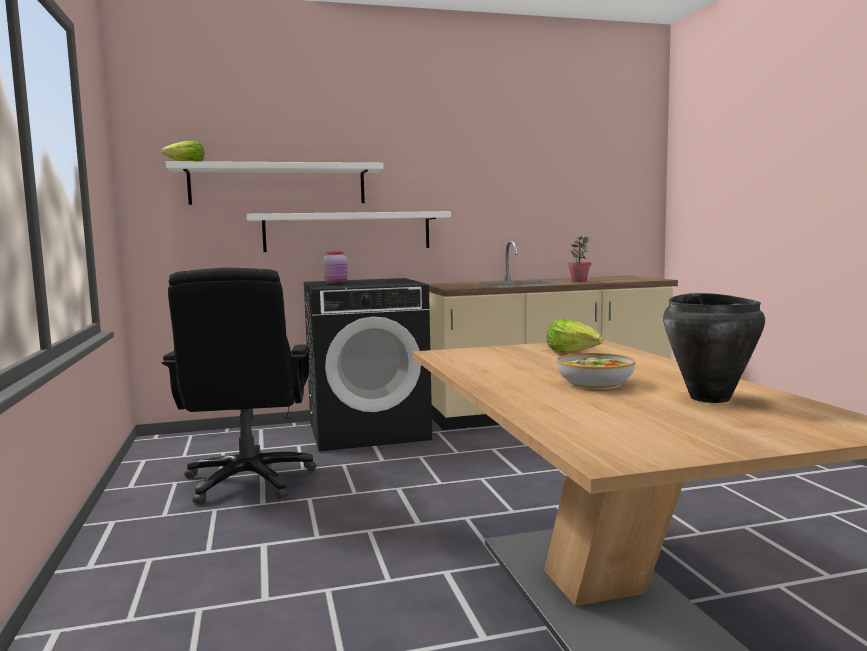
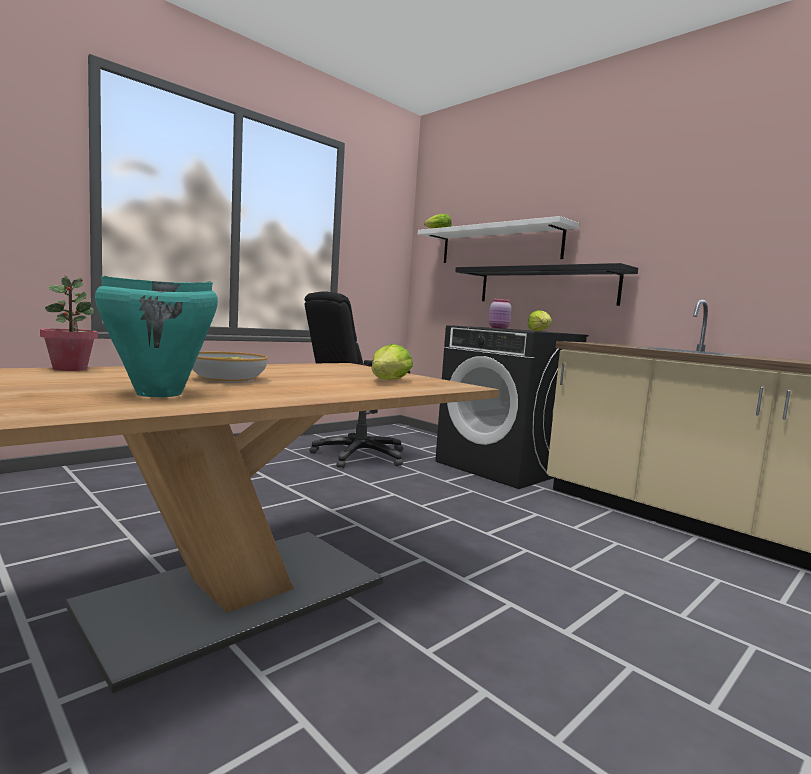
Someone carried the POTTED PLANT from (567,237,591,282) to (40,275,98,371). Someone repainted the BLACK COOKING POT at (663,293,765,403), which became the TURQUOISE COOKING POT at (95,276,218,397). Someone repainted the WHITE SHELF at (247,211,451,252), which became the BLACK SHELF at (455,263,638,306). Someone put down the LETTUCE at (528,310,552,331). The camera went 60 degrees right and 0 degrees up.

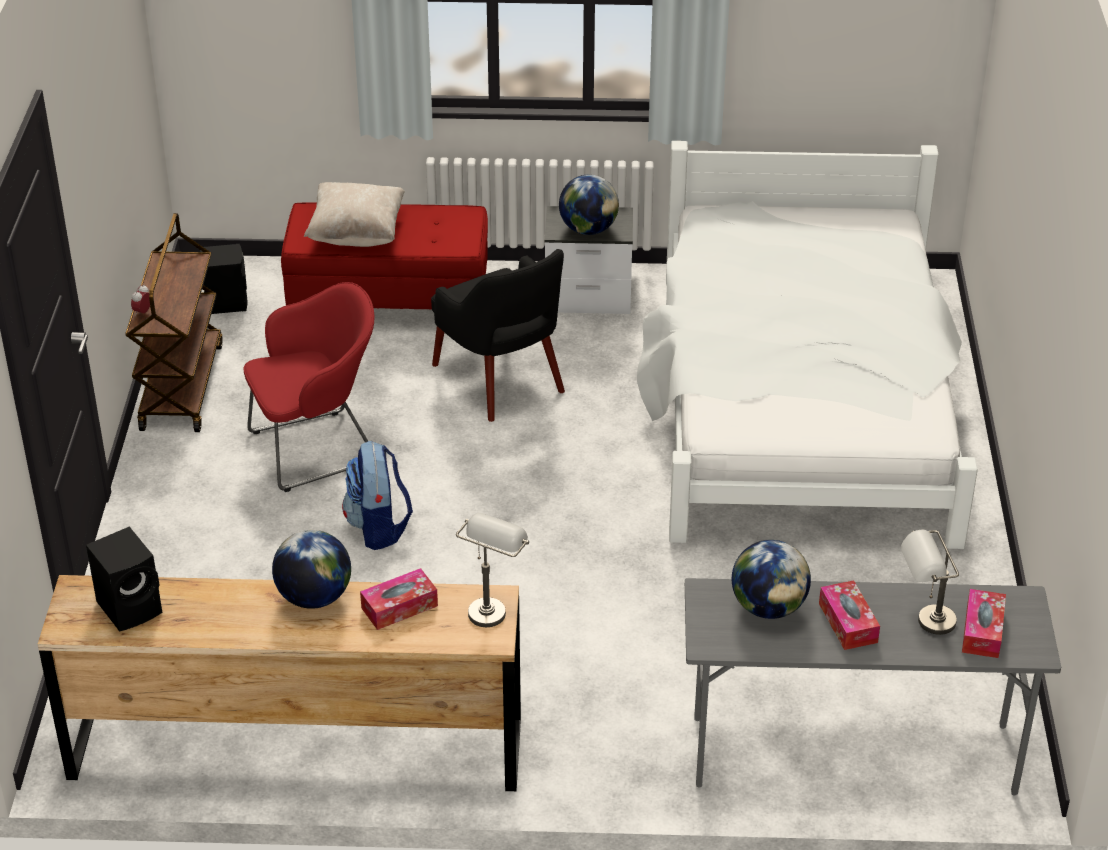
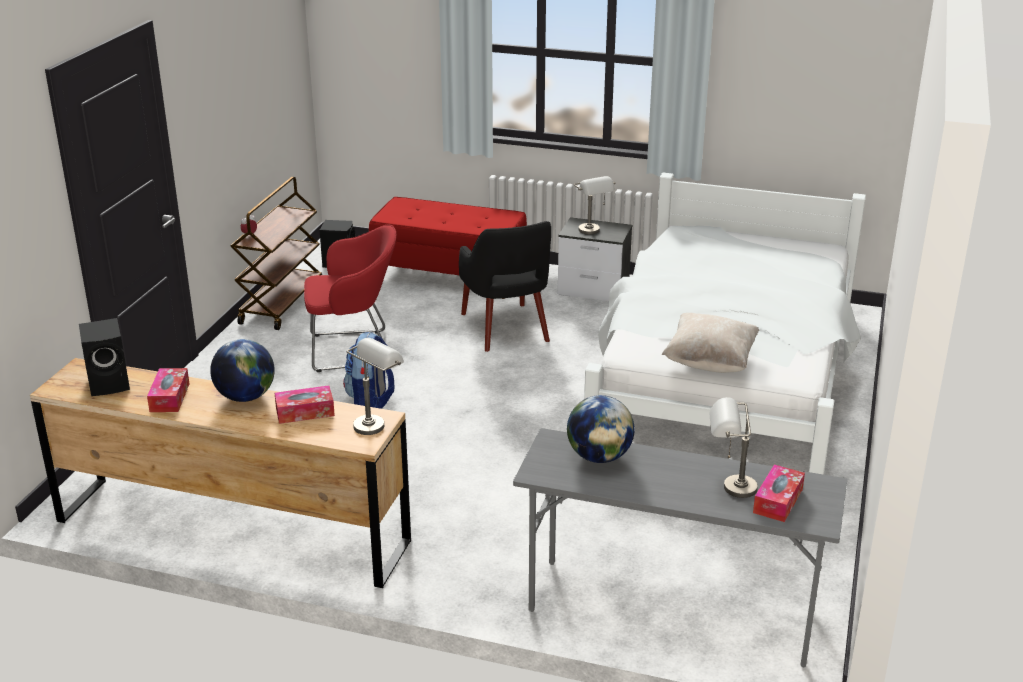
Someone carried the TISSUE BOX from (819,580,880,650) to (147,368,190,412). Someone swapped the GLOBE at (559,175,619,235) for the GREY TABLE LAMP at (574,176,616,234). Someone carried the BEIGE PILLOW from (304,182,405,247) to (662,313,759,373). The camera went 15 degrees right and 10 degrees down.

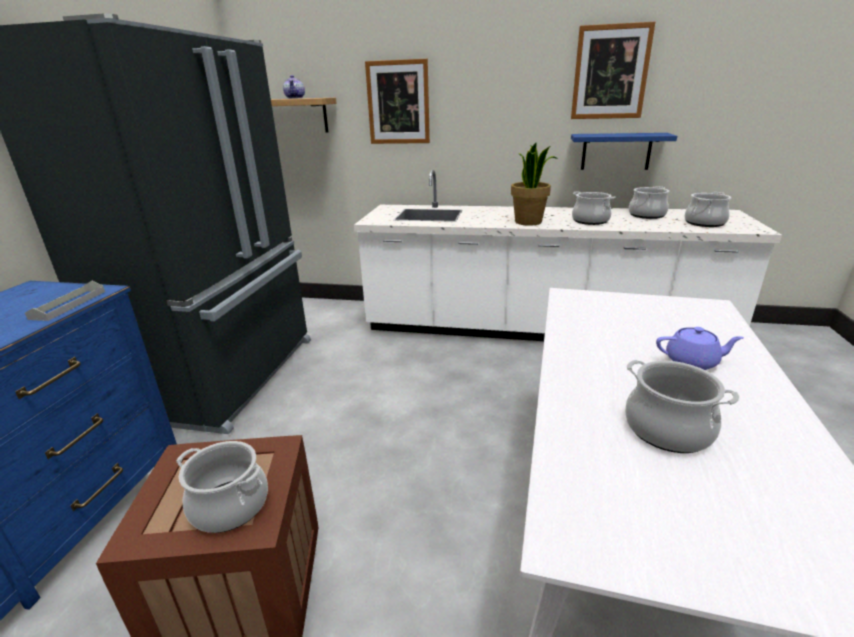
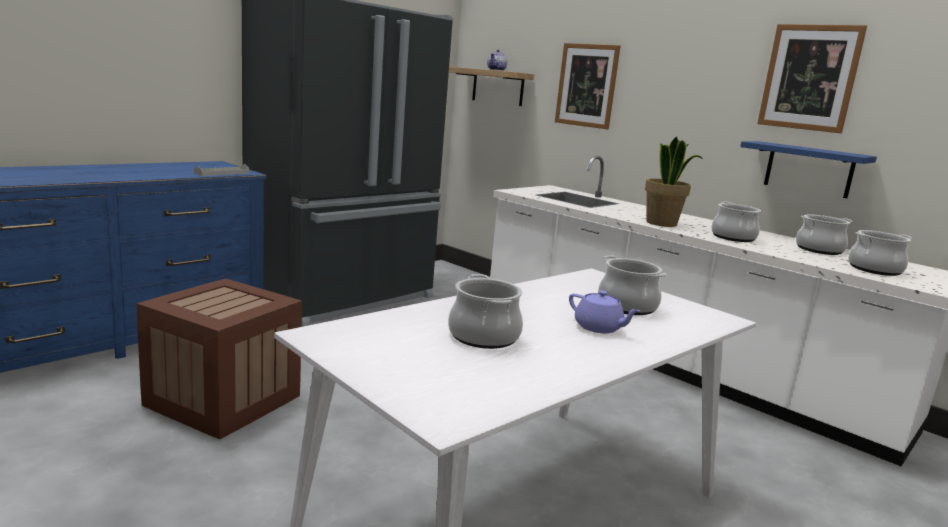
Someone carried the COOKING POT from (176,441,268,533) to (598,255,667,315). The camera went 30 degrees right and 10 degrees down.

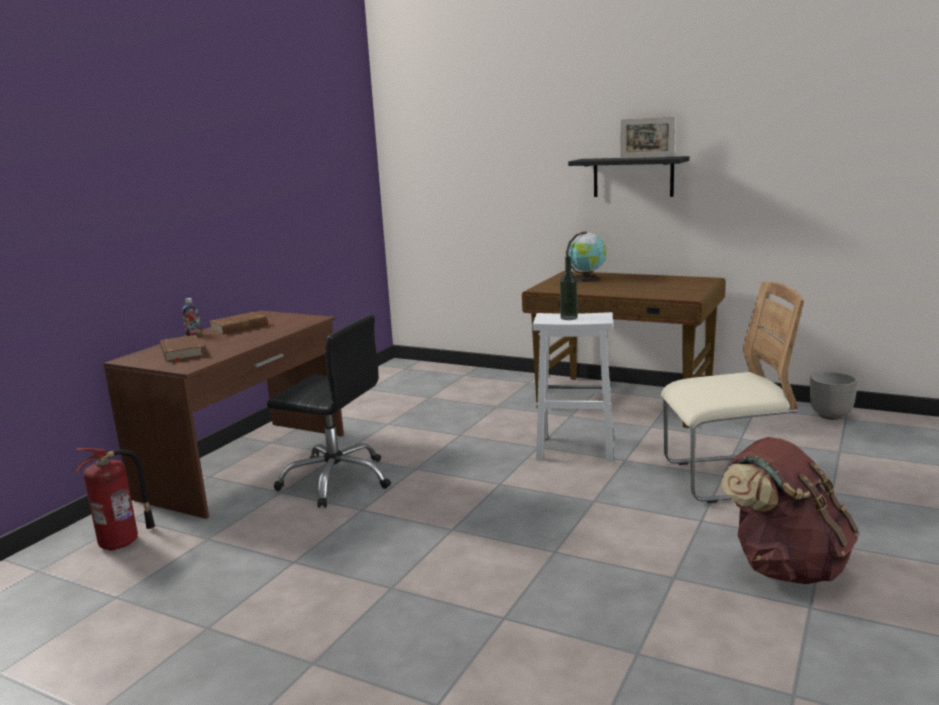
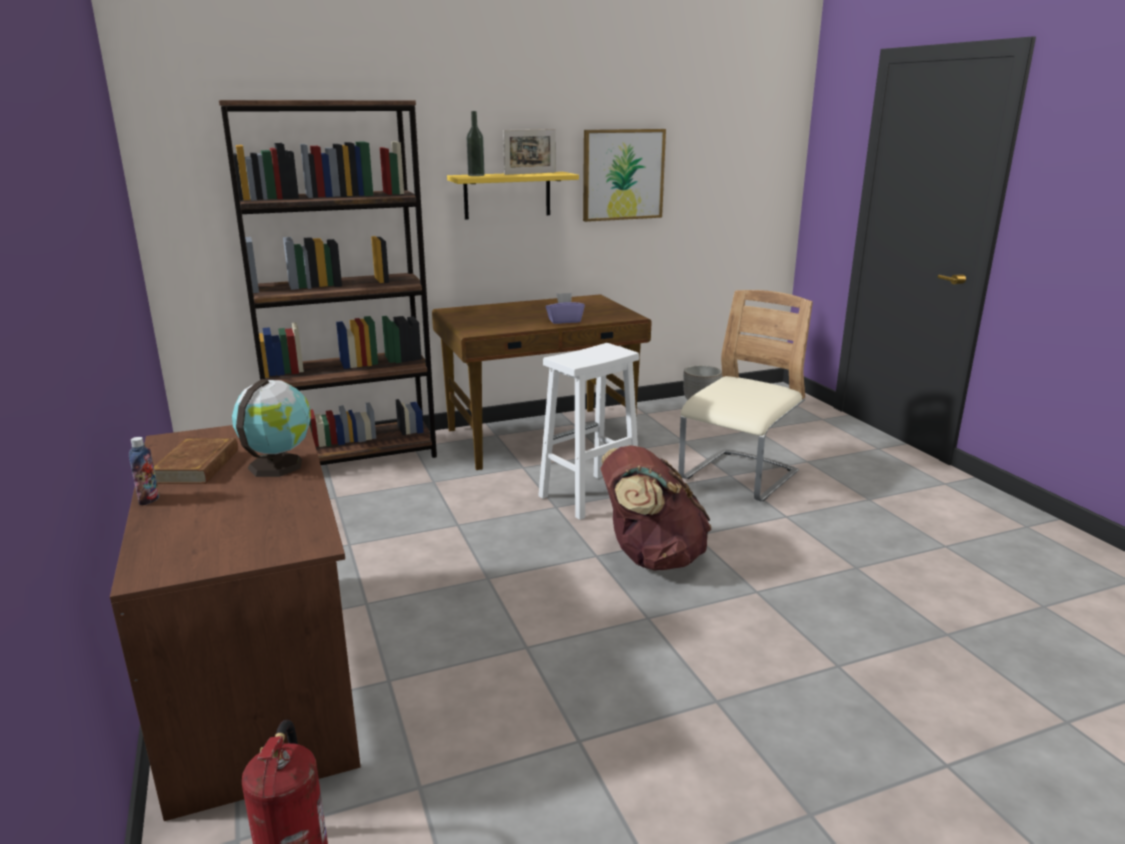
Someone put down the BROWN BOOKCASE at (219,100,437,465). Someone carried the GLOBE from (566,232,606,282) to (232,379,311,477). Someone repainted the BLACK SHELF at (568,156,689,197), which became the YELLOW SHELF at (447,172,579,220). Someone carried the BOTTLE from (560,256,578,320) to (467,111,485,176). Someone put down the PURPLE TISSUE BOX at (546,293,585,324). Someone put up the PICTURE at (583,129,666,222). Someone carried the BROWN BACKPACK from (721,437,859,584) to (600,445,712,571). Someone took away the BROWN BOOK at (160,335,204,363). Someone took away the BLACK OFFICE CHAIR at (267,315,391,508). The camera went 50 degrees left and 5 degrees up.

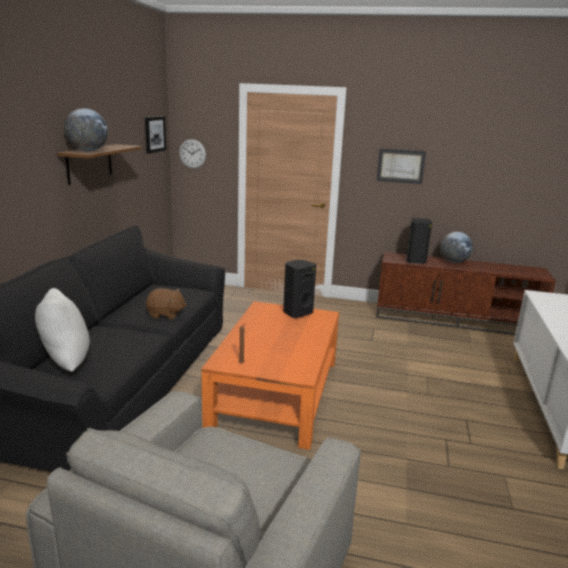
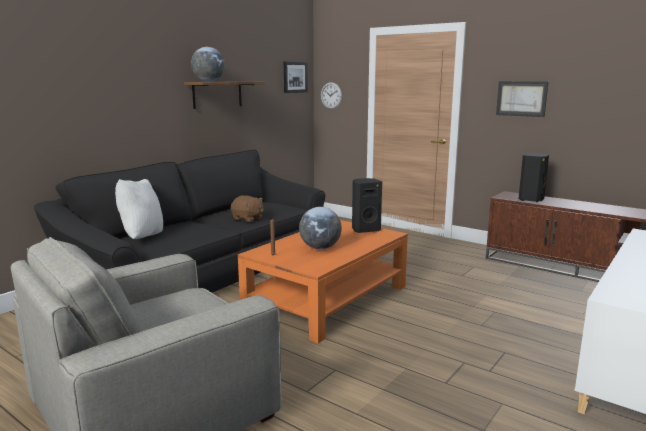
Someone carried the GLOBE from (440,232,473,263) to (299,207,342,249). The camera went 25 degrees right and 5 degrees down.

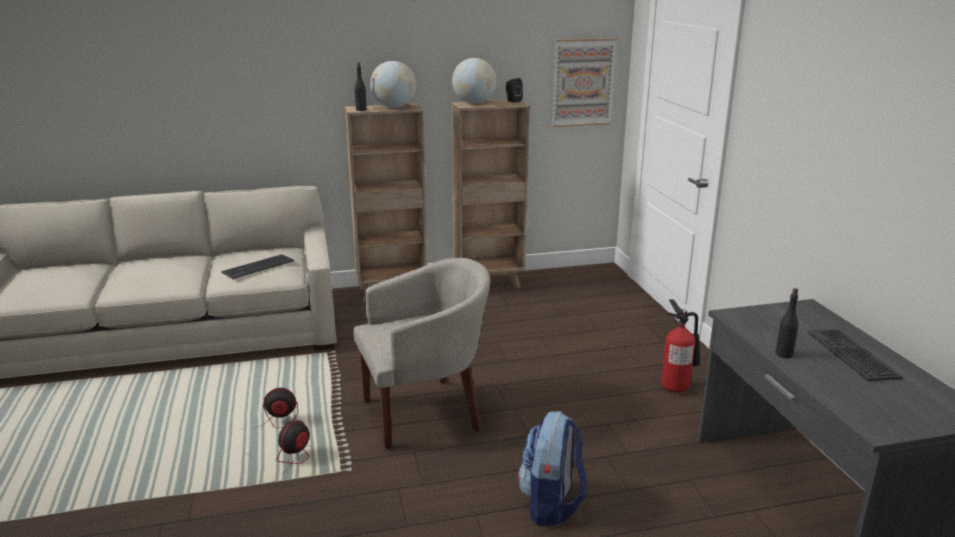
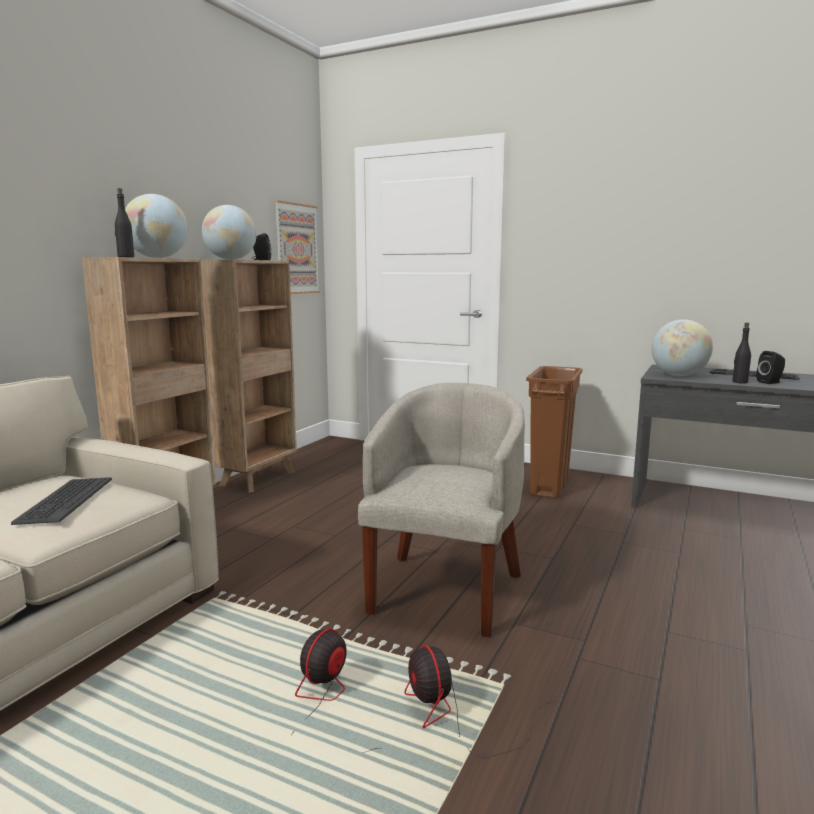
Someone swapped the FIRE EXTINGUISHER at (661,299,700,393) for the BROWN TRASH CAN at (526,366,583,498). Someone put down the GLOBE at (651,319,713,376). Someone put down the BLACK SPEAKER at (756,351,785,384). Someone took away the BACKPACK at (518,411,587,526). The camera went 50 degrees left and 10 degrees down.

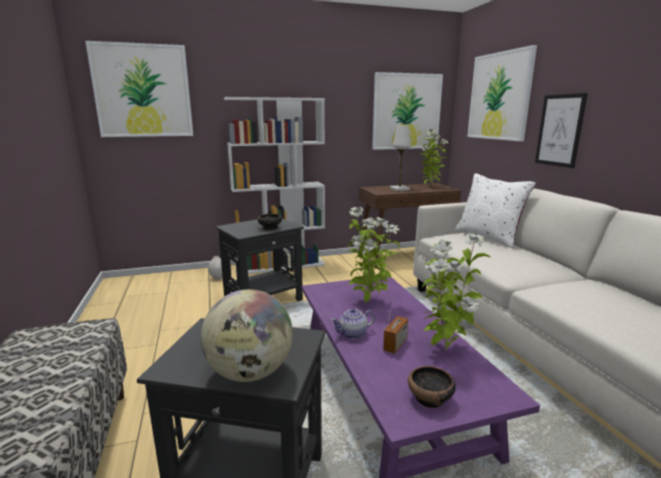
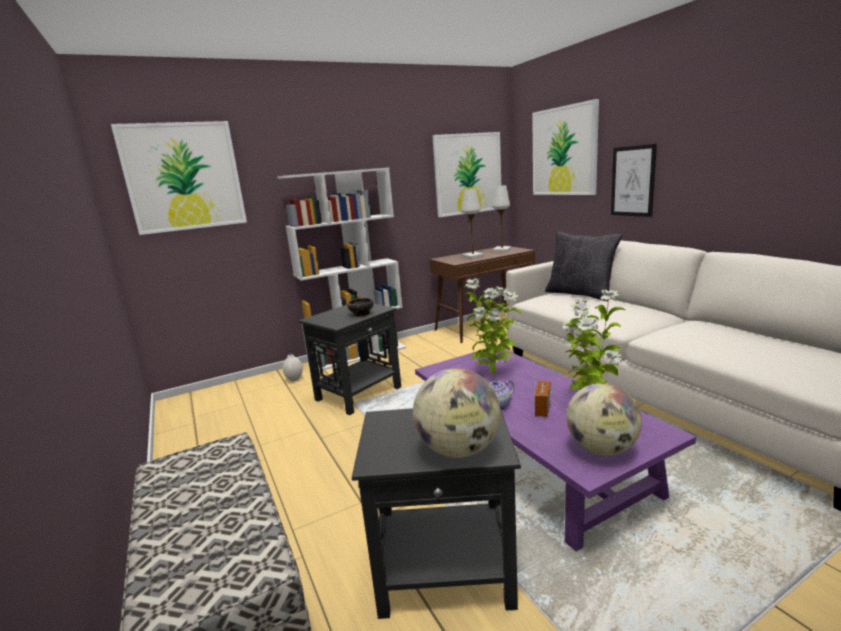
Someone swapped the POTTED PLANT at (421,129,448,187) for the WHITE TABLE LAMP at (492,185,511,252). Someone repainted the WHITE PILLOW at (455,174,536,248), which became the BLACK PILLOW at (545,232,622,301). Someone swapped the BOWL at (408,366,456,408) for the GLOBE at (566,383,642,456). The camera went 10 degrees left and 0 degrees up.

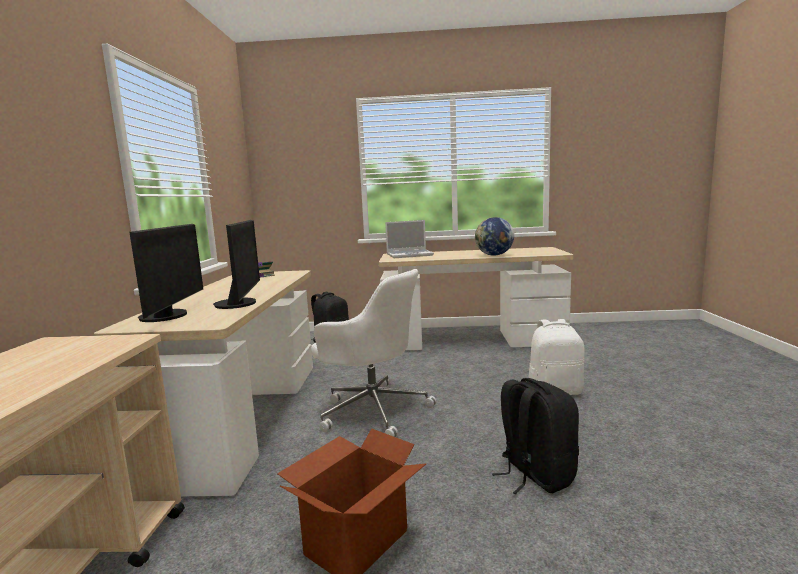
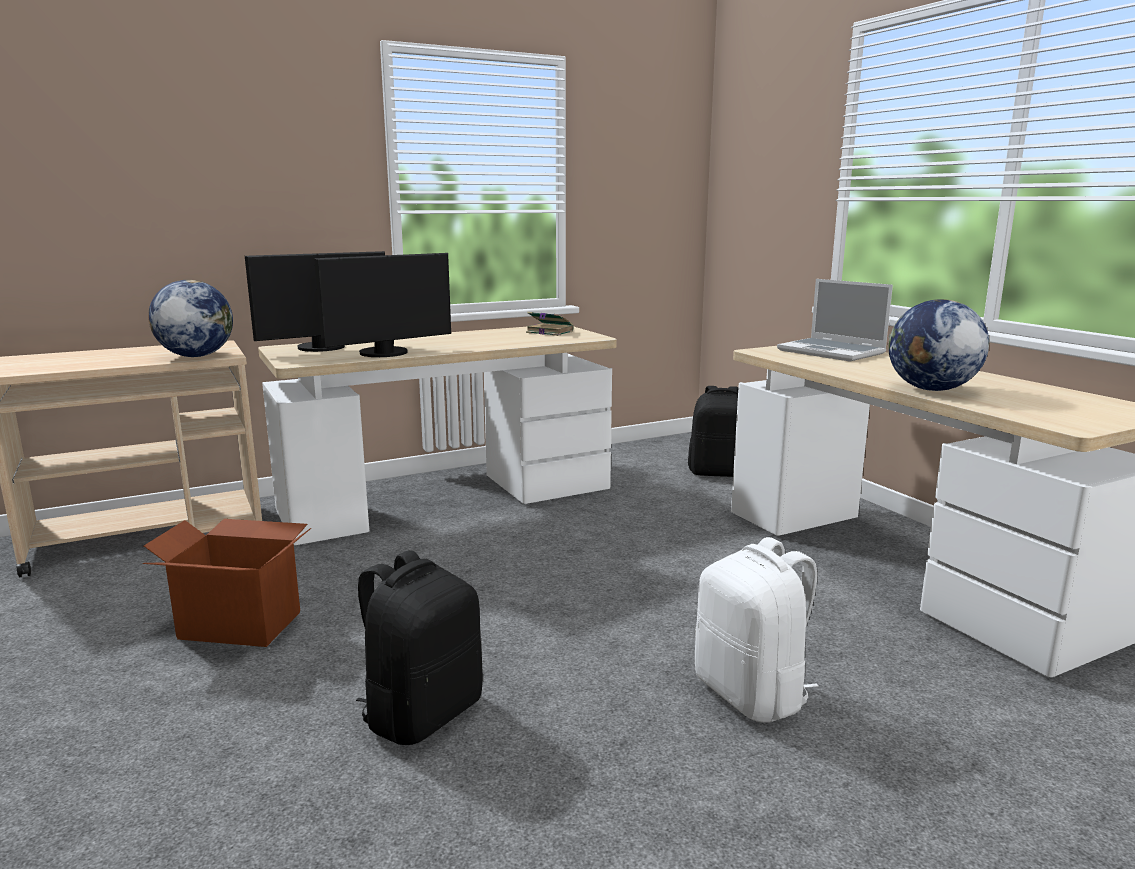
Someone put down the GLOBE at (148,280,233,357). Someone took away the WHITE OFFICE CHAIR at (311,269,436,437). The camera went 60 degrees right and 5 degrees up.

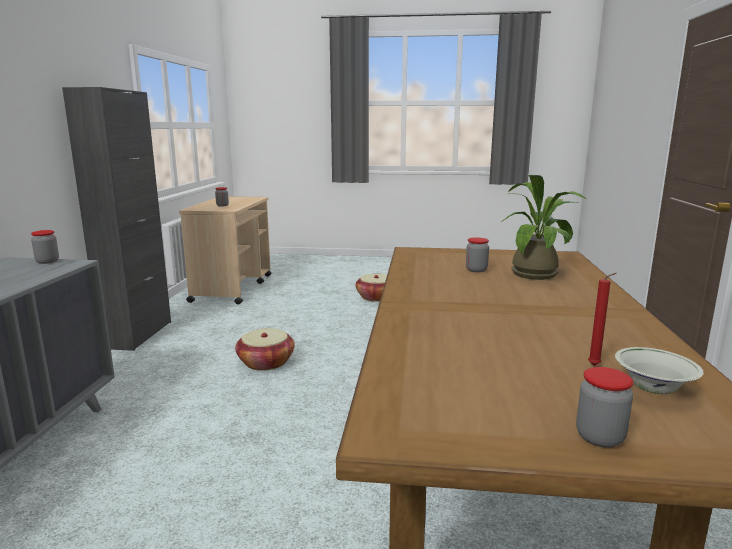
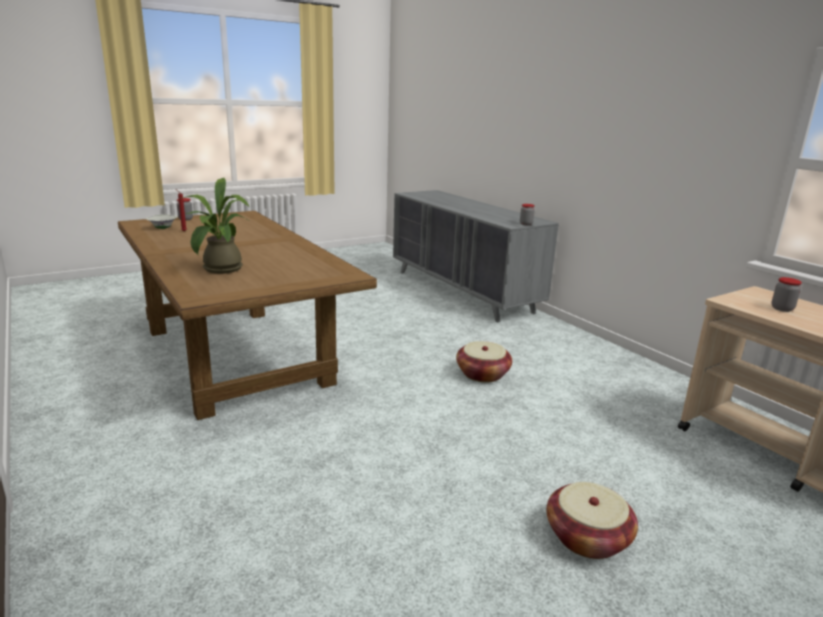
Someone took away the BLACK CABINET at (62,87,171,351). Someone took away the JAR at (466,237,489,272). The camera went 140 degrees right and 5 degrees up.

